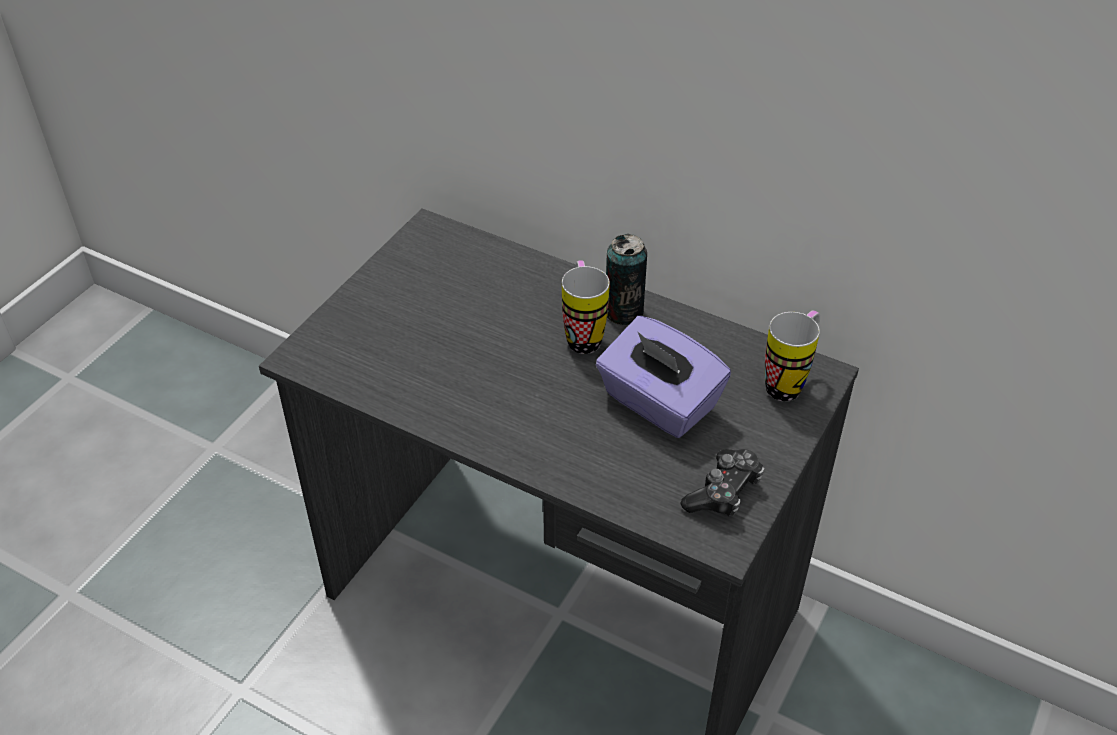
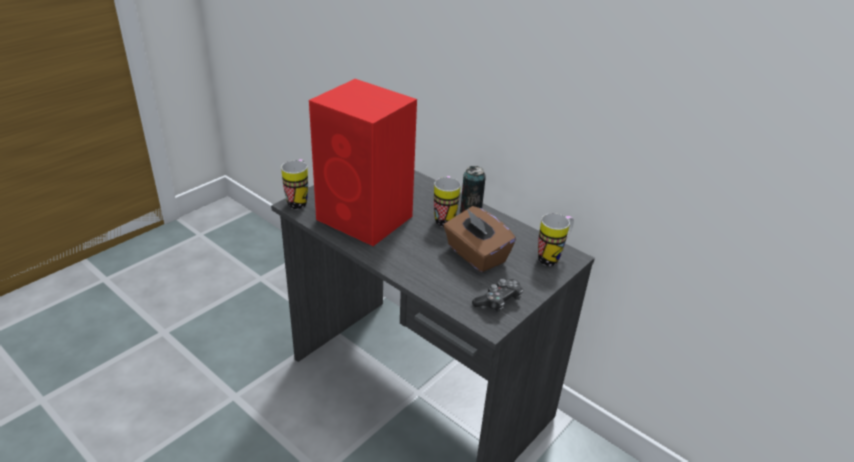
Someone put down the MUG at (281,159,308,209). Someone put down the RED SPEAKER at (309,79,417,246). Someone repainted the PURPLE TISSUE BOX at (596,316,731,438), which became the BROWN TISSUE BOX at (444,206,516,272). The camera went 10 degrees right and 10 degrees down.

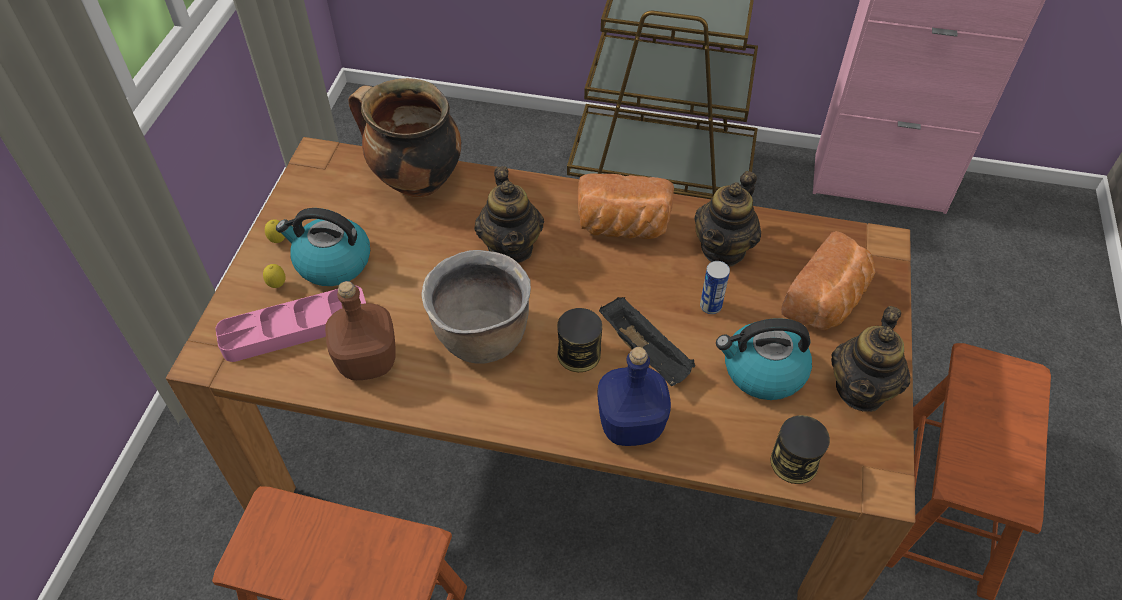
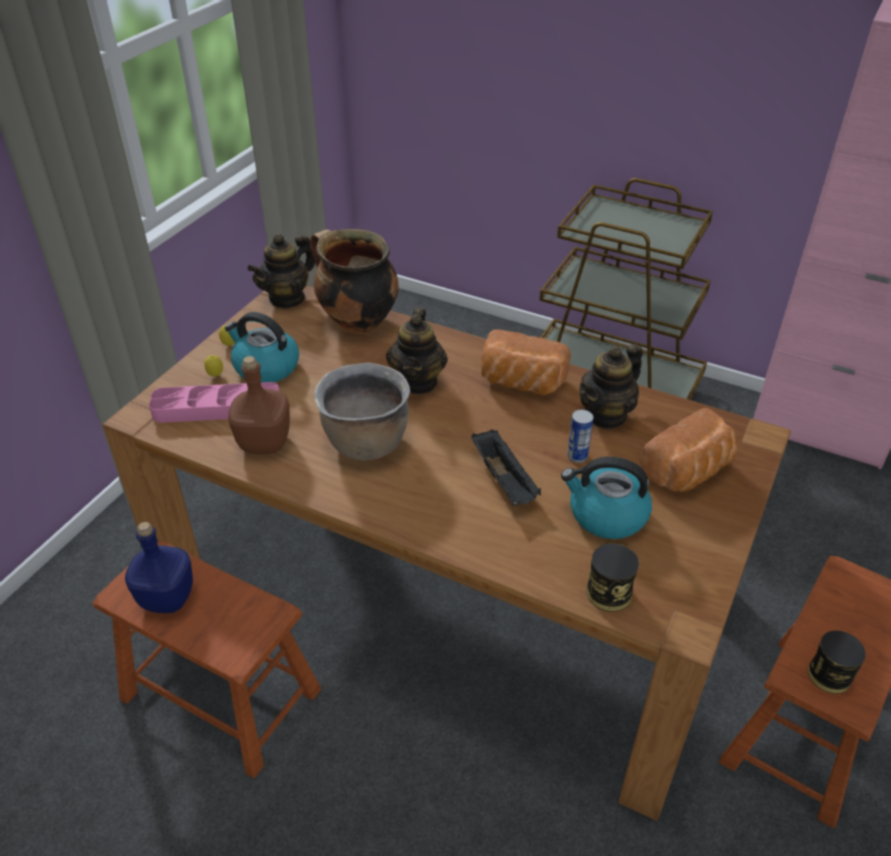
Someone carried the BLUE BOTTLE from (598,347,671,446) to (125,522,193,613). Someone carried the TEAPOT from (831,306,910,412) to (247,234,315,309). Someone carried the CAN from (557,308,602,372) to (808,631,866,694). The camera went 15 degrees right and 10 degrees down.

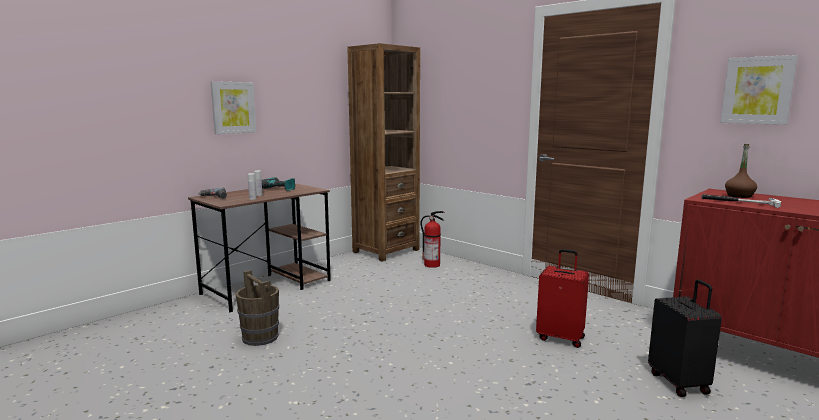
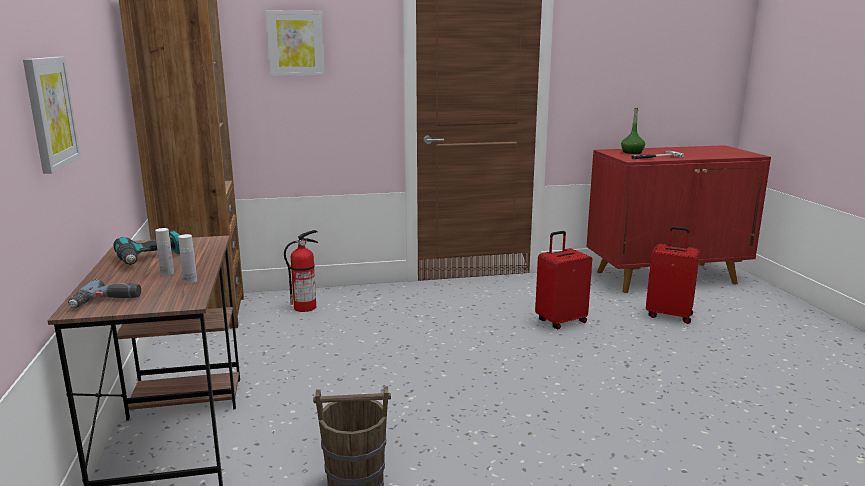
Someone carried the PICTURE from (720,55,798,125) to (266,10,325,76). Someone repainted the BROWN BOTTLE at (725,144,757,198), which became the GREEN BOTTLE at (621,108,645,154). Someone repainted the BLACK SUITCASE at (648,279,722,397), which became the RED SUITCASE at (646,226,700,324). The camera went 55 degrees left and 5 degrees up.

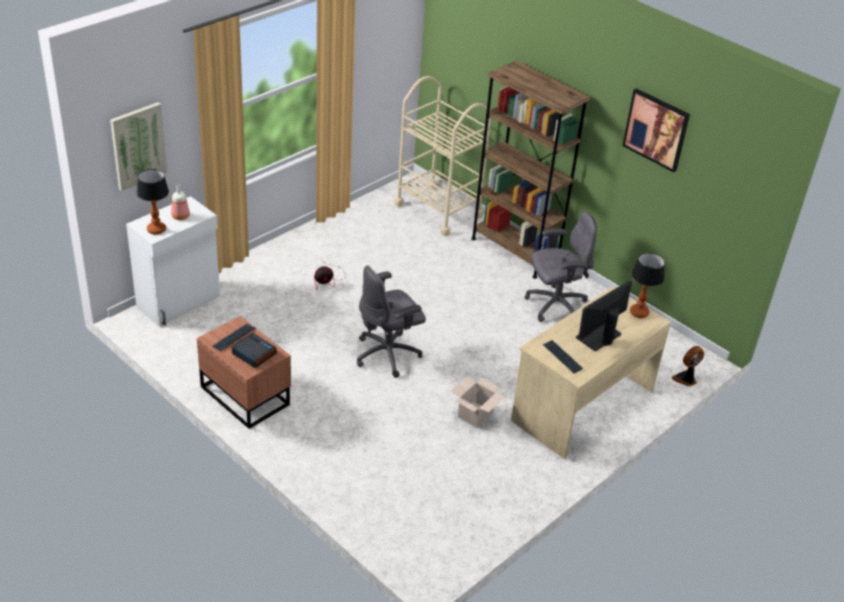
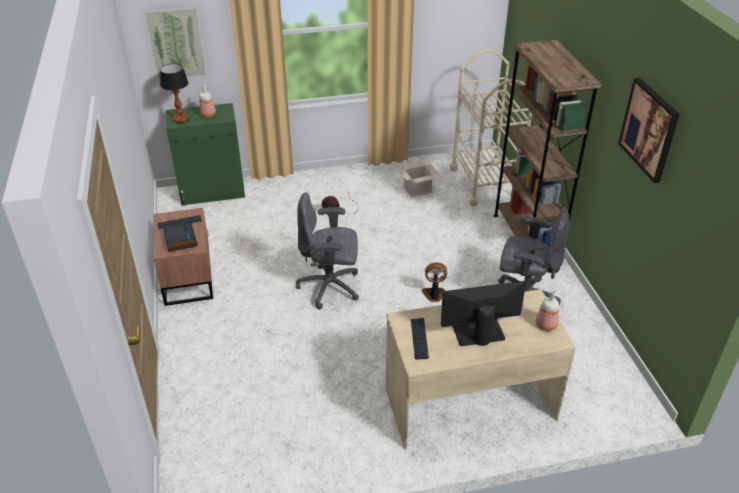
Someone repainted the WHITE CABINET at (126,196,220,327), which became the GREEN CABINET at (166,103,245,205). Someone carried the CARDBOARD BOX from (451,376,505,428) to (399,160,438,197). Someone carried the FAN from (672,346,704,387) to (422,262,447,302). Someone swapped the TABLE LAMP at (630,253,665,318) for the BOTTLE at (536,291,559,331). The camera went 35 degrees right and 0 degrees up.

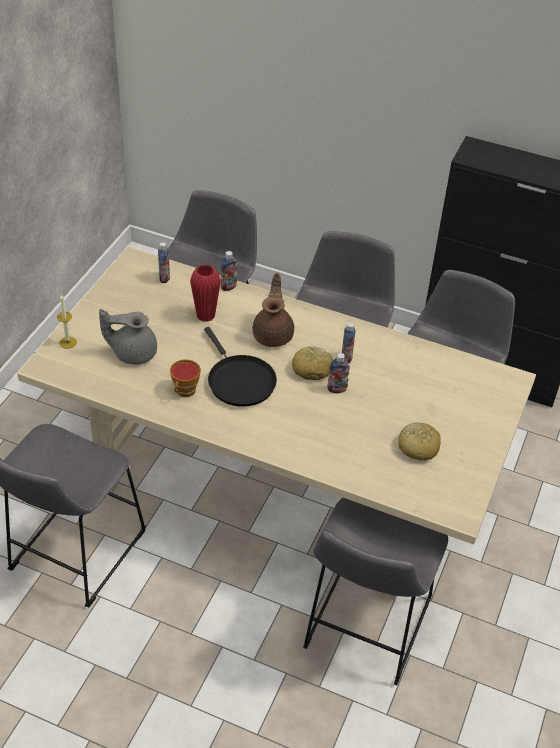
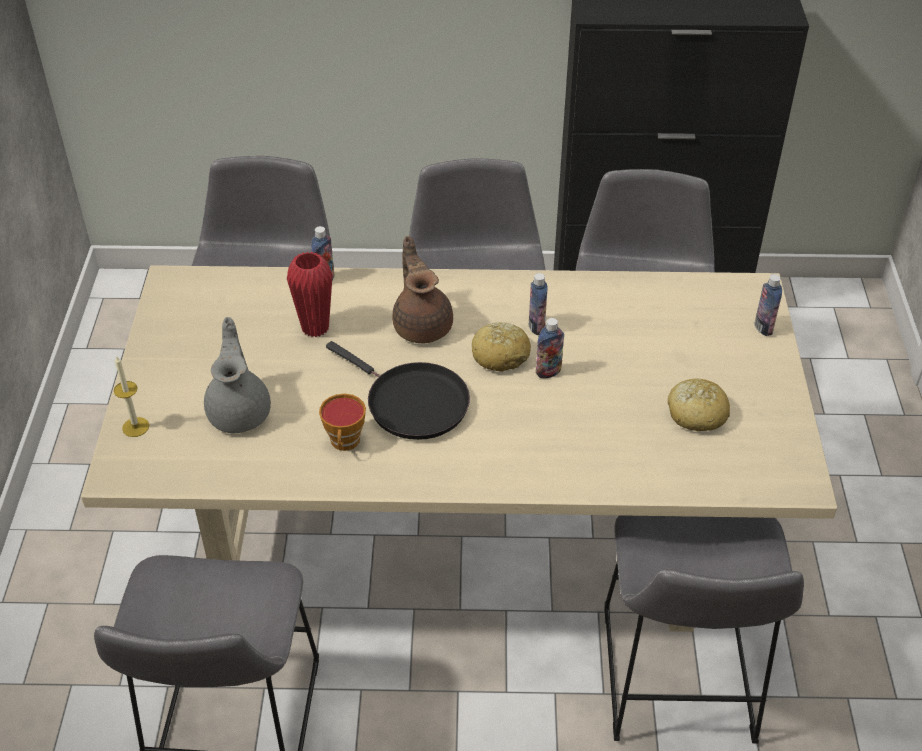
Someone rotated the GREY TEAPOT at (99,309,157,365) by 105 degrees clockwise. Someone carried the BOTTLE from (158,242,170,283) to (755,274,782,336). The camera went 20 degrees left and 0 degrees up.

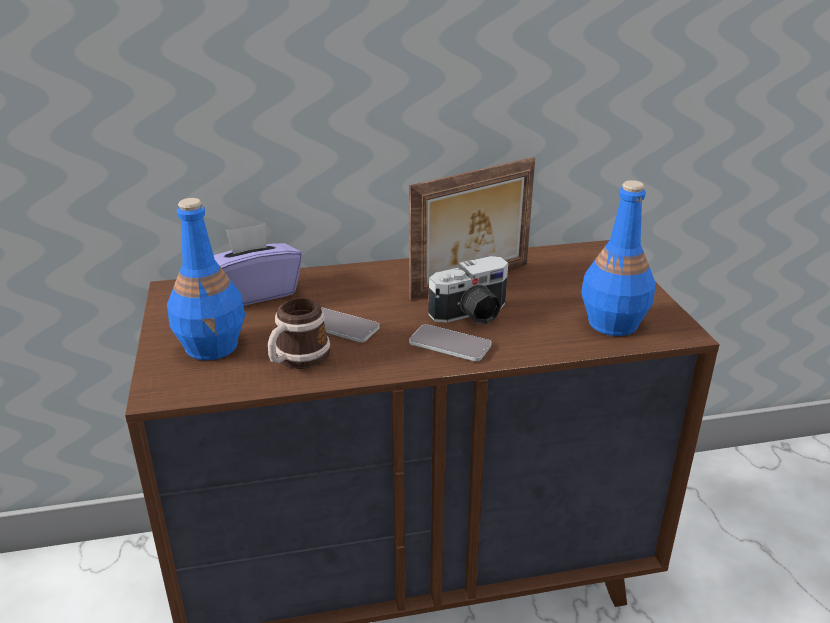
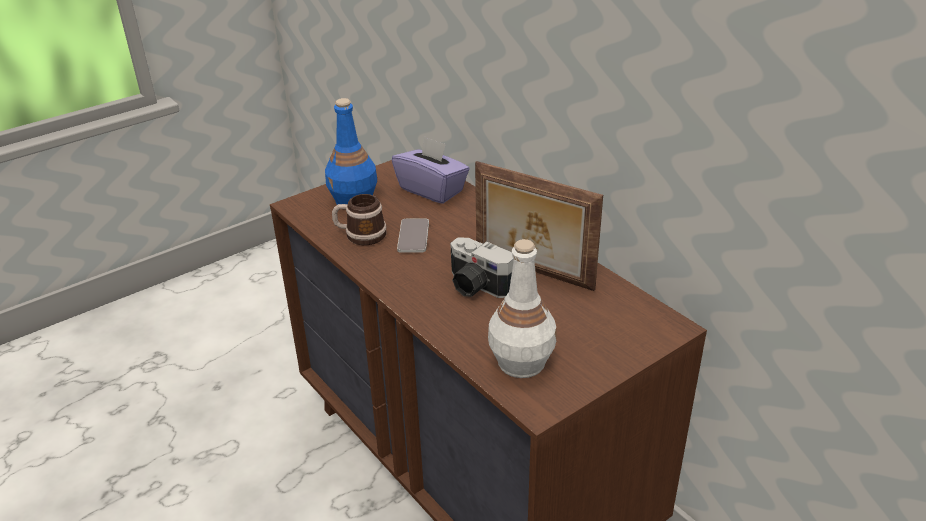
Someone repainted the BLUE BOTTLE at (581,180,656,336), which became the WHITE BOTTLE at (488,239,556,378). Someone took away the PHONE at (409,324,491,362). The camera went 65 degrees right and 5 degrees up.

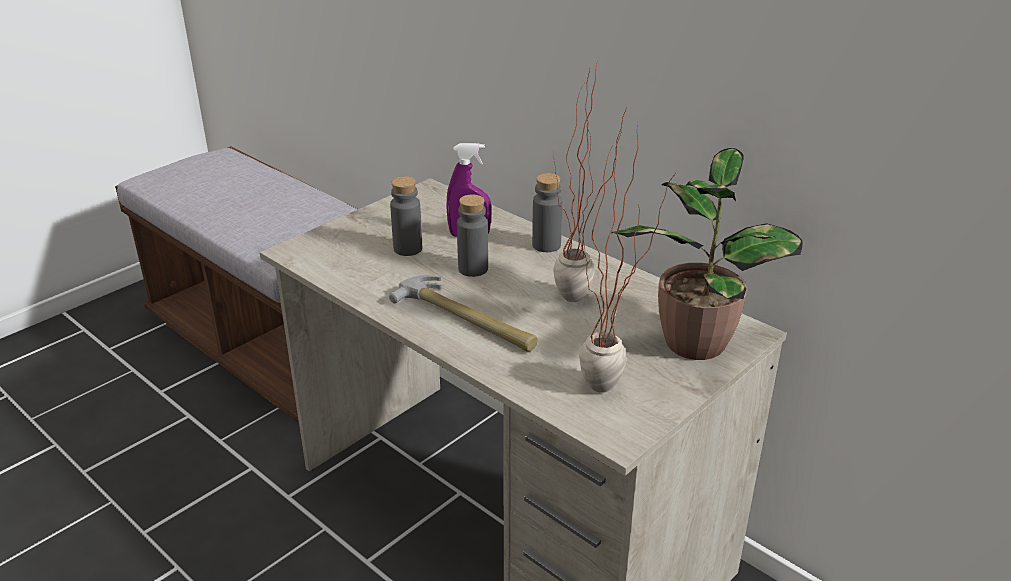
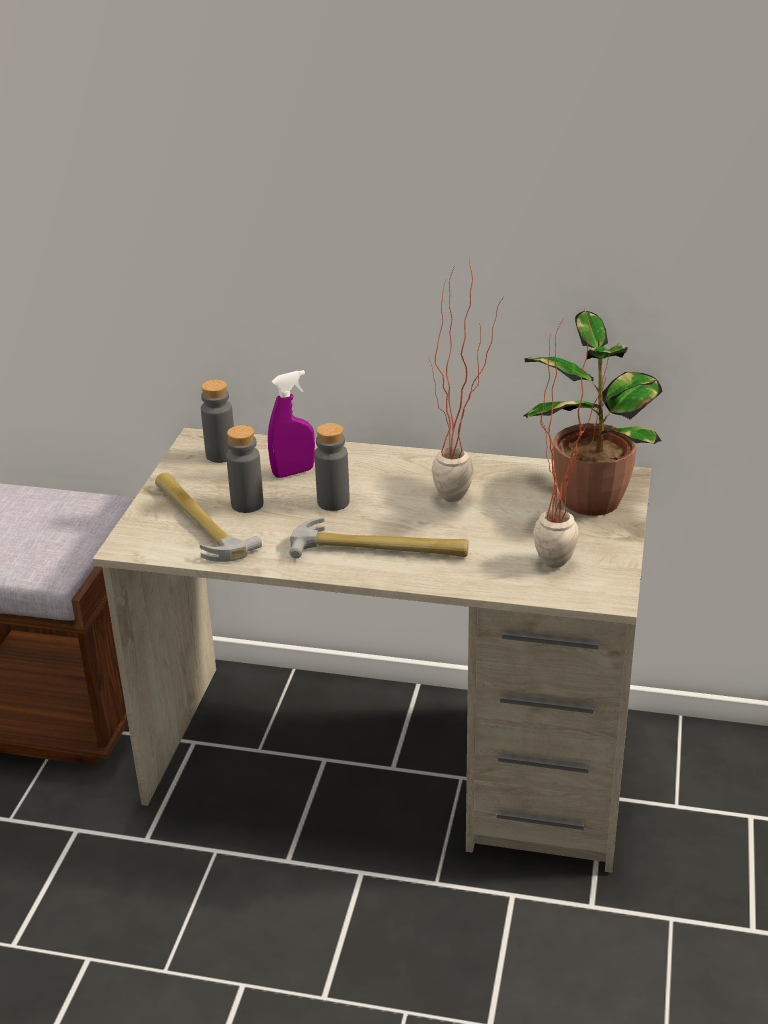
Someone put down the HAMMER at (155,473,262,562). Someone carried the GREY BOTTLE from (532,173,563,252) to (201,380,234,463). The camera went 30 degrees left and 0 degrees up.

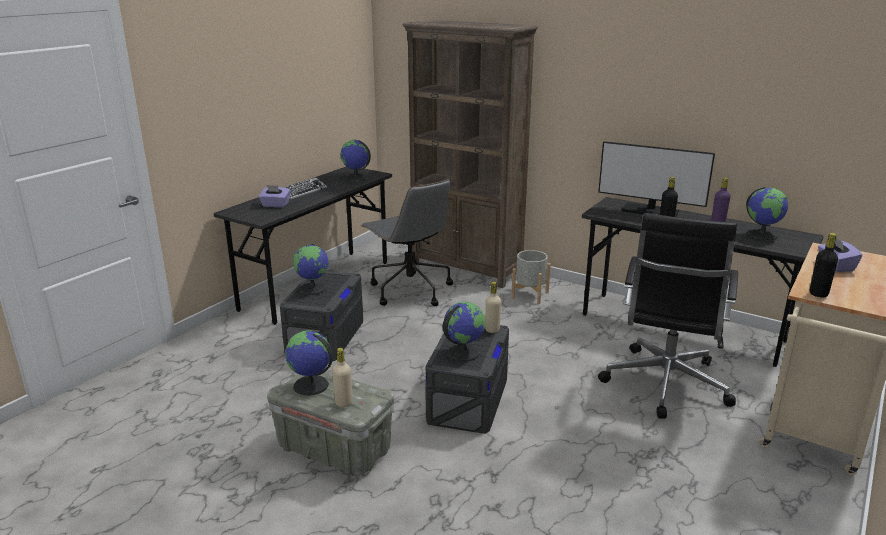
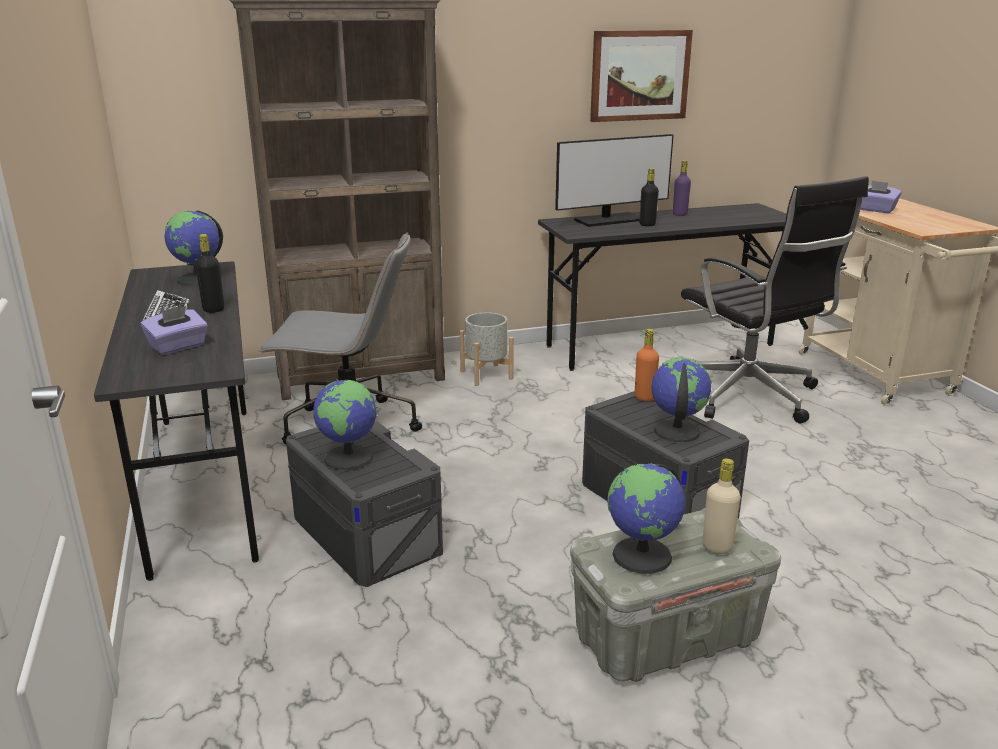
Someone carried the BLACK BOTTLE from (810,233,838,298) to (195,234,224,313). Someone put up the PICTURE at (590,30,693,122). Someone repainted the BEIGE BOTTLE at (485,282,501,333), which became the ORANGE BOTTLE at (635,329,659,401). Someone took away the GLOBE at (746,187,788,241). The camera went 50 degrees left and 0 degrees up.

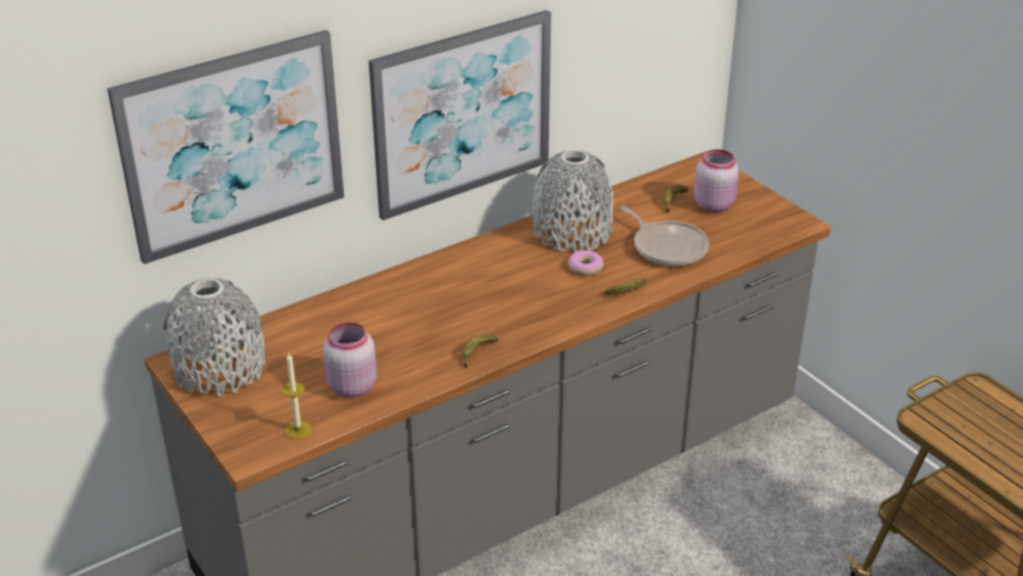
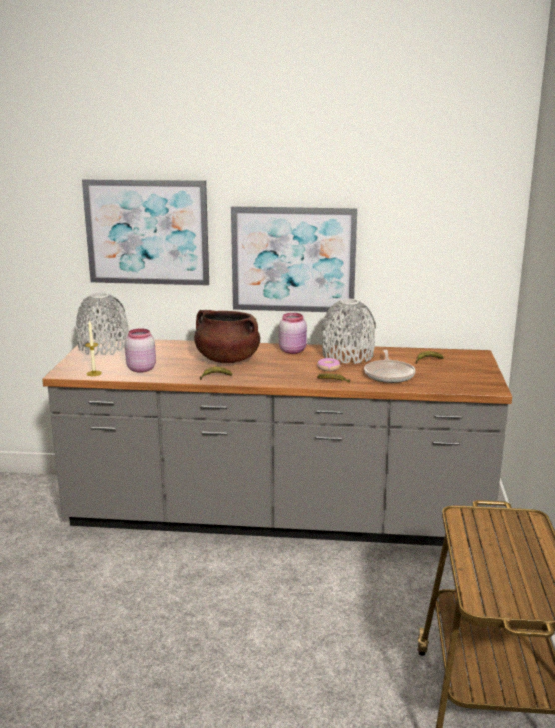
Someone put down the BROWN COOKING POT at (194,310,260,363). Someone carried the PINK JAR from (694,149,739,212) to (279,313,307,354). The camera went 40 degrees right and 15 degrees down.

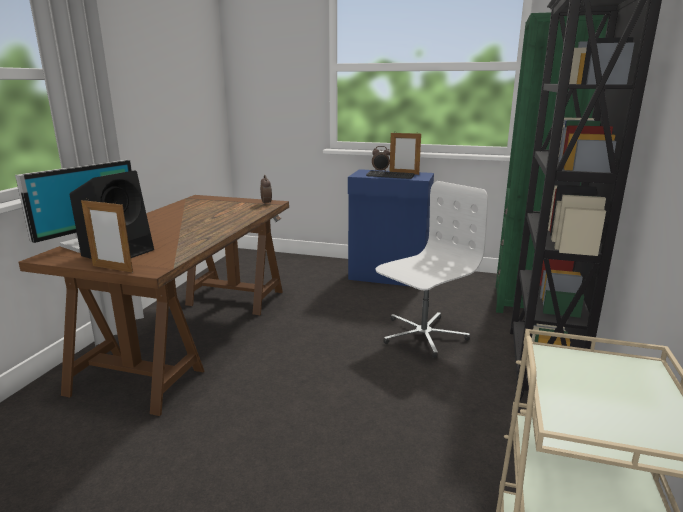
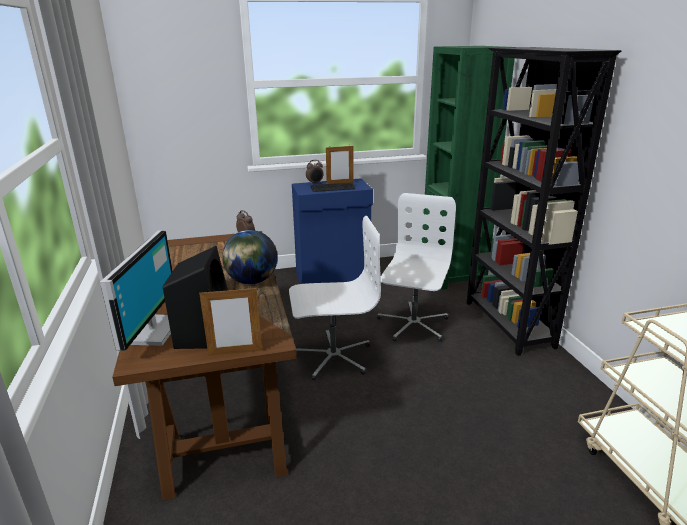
Someone put down the GLOBE at (222,230,278,284). Someone put down the WHITE OFFICE CHAIR at (289,216,381,381). The camera went 30 degrees left and 5 degrees up.

